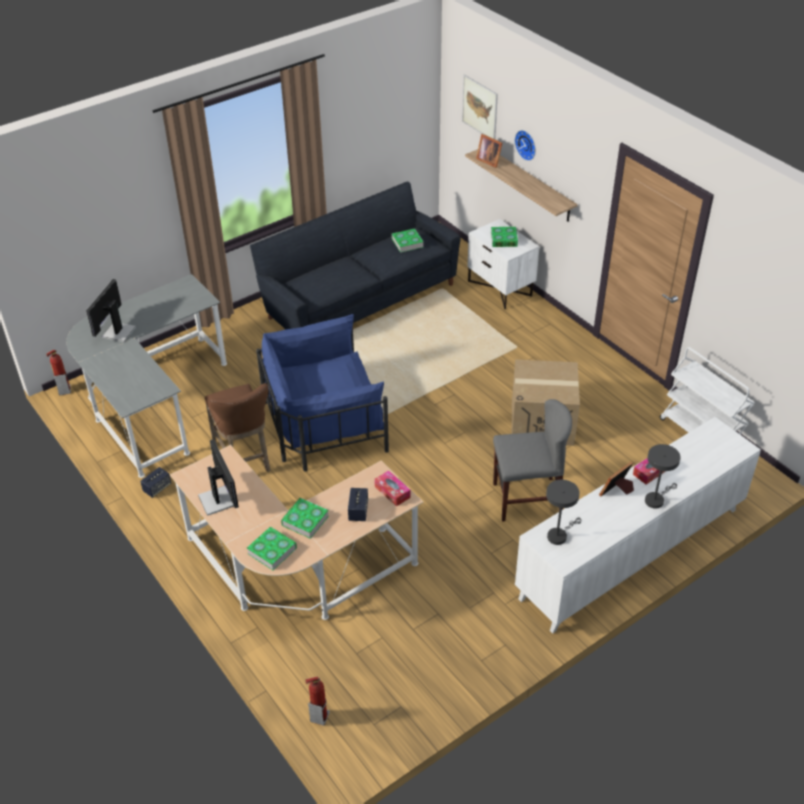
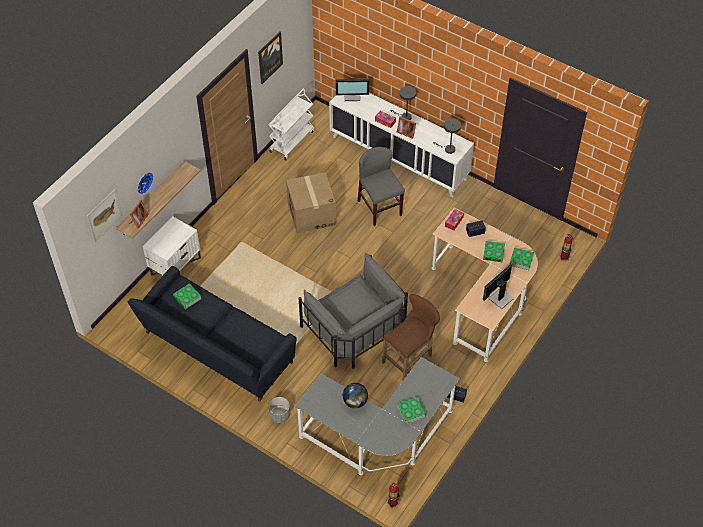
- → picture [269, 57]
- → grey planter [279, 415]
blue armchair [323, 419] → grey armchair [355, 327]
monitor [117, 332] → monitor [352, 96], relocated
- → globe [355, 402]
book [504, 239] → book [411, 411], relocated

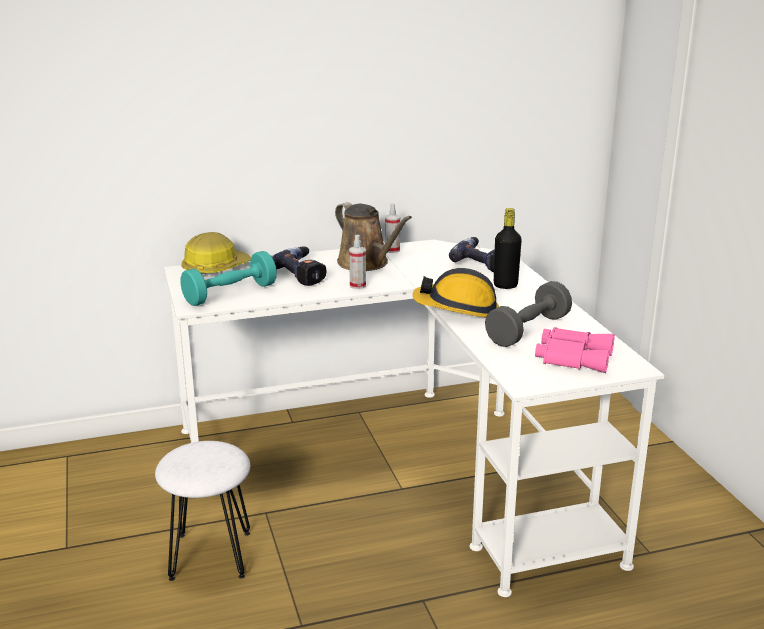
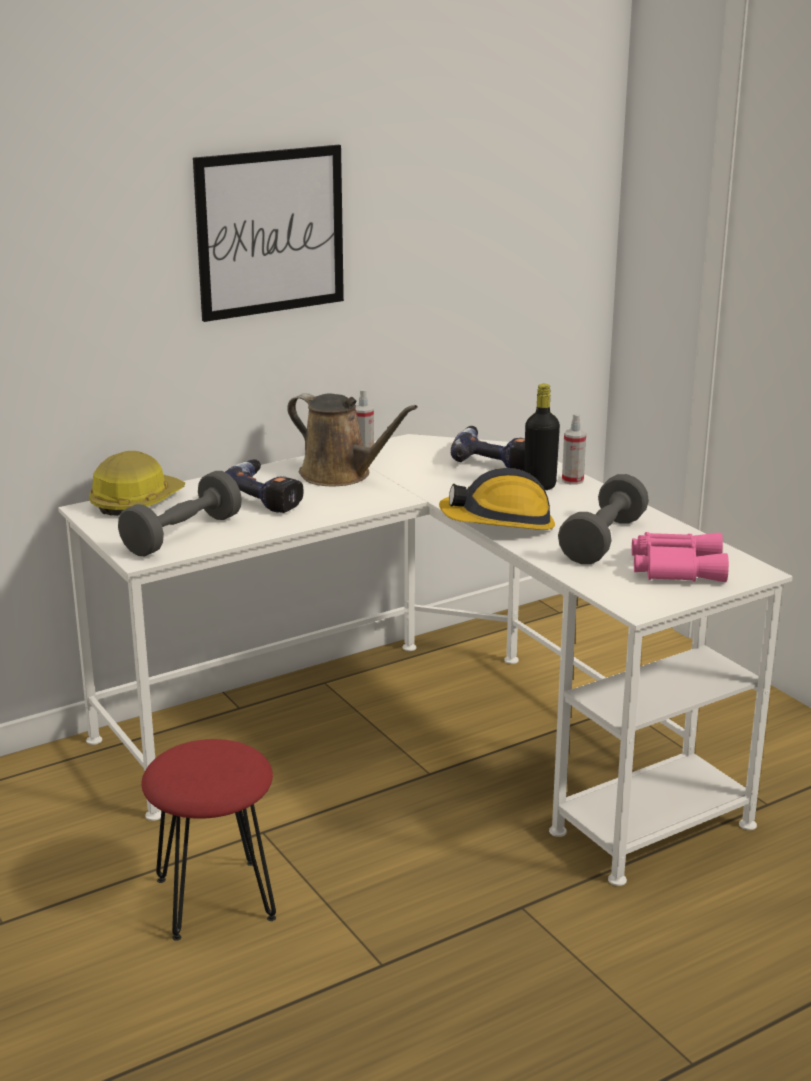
turquoise dumbbell [230, 294] → grey dumbbell [182, 535]
white stool [211, 554] → red stool [215, 898]
- → picture [270, 232]
spray bottle [357, 285] → spray bottle [572, 480], relocated

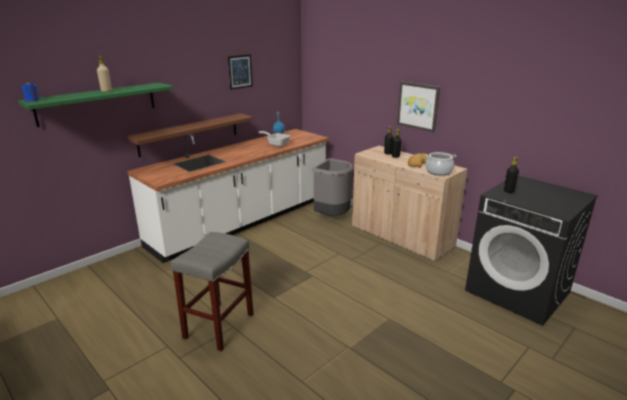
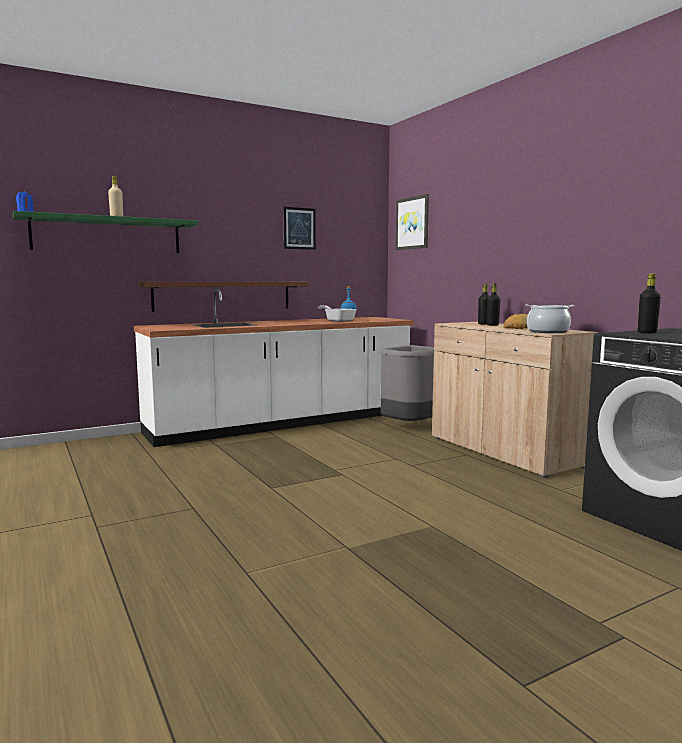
picture [418, 106] → picture [412, 223], relocated
grey stool [219, 325] → -

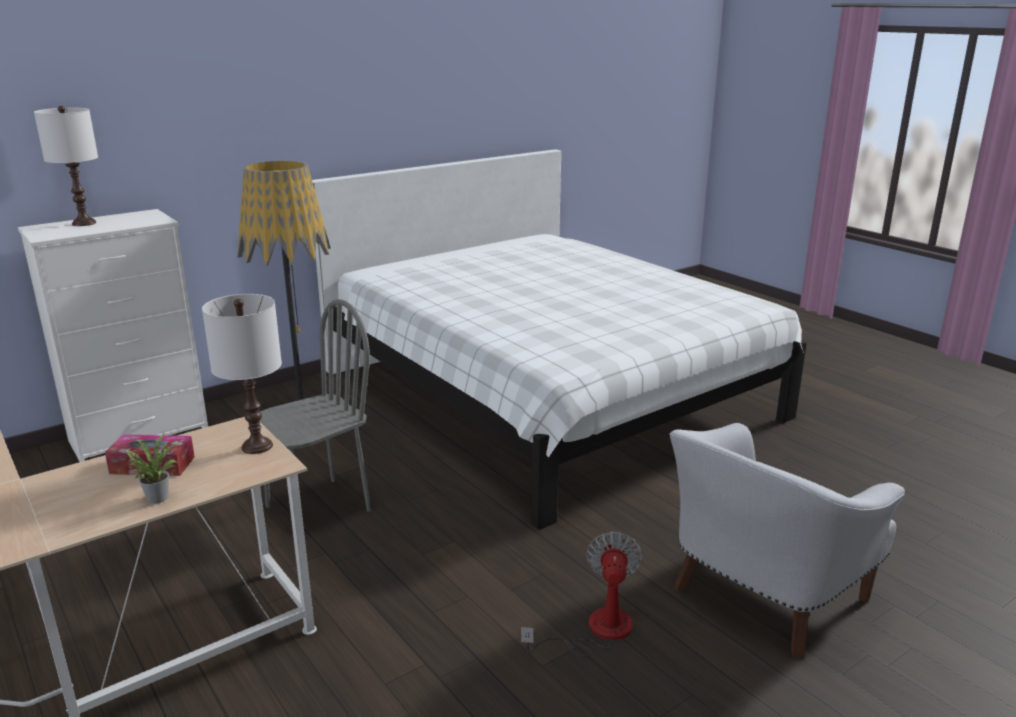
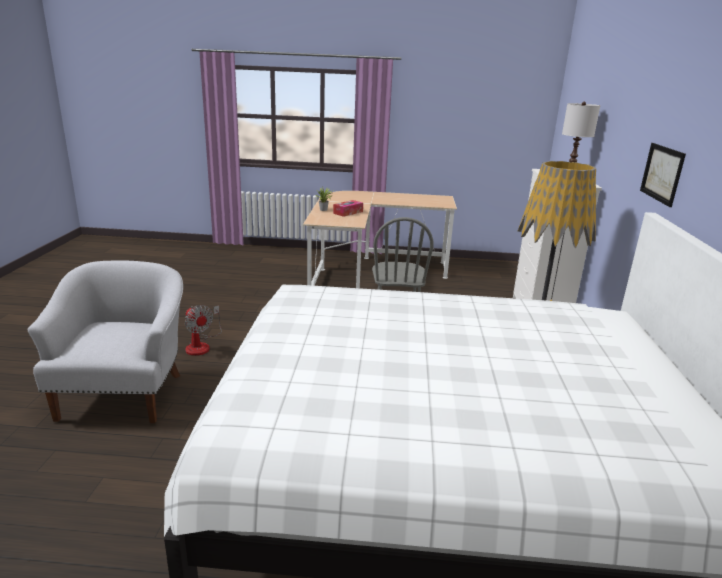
- → picture [662, 173]
white table lamp [257, 446] → -

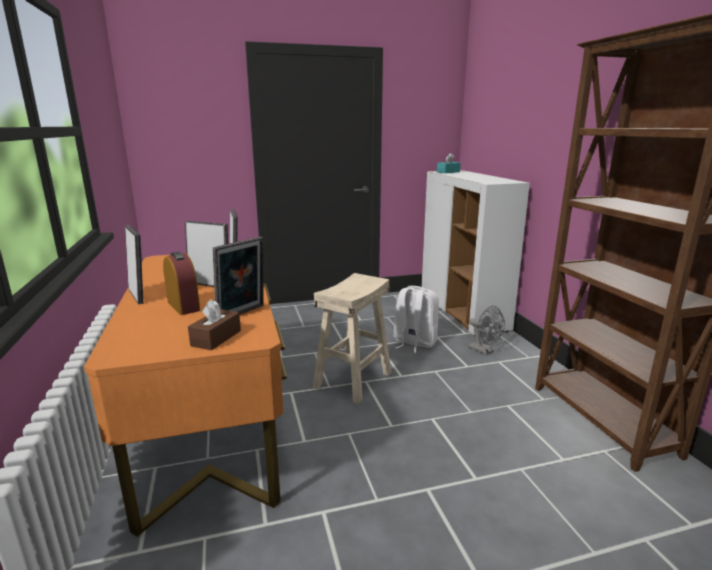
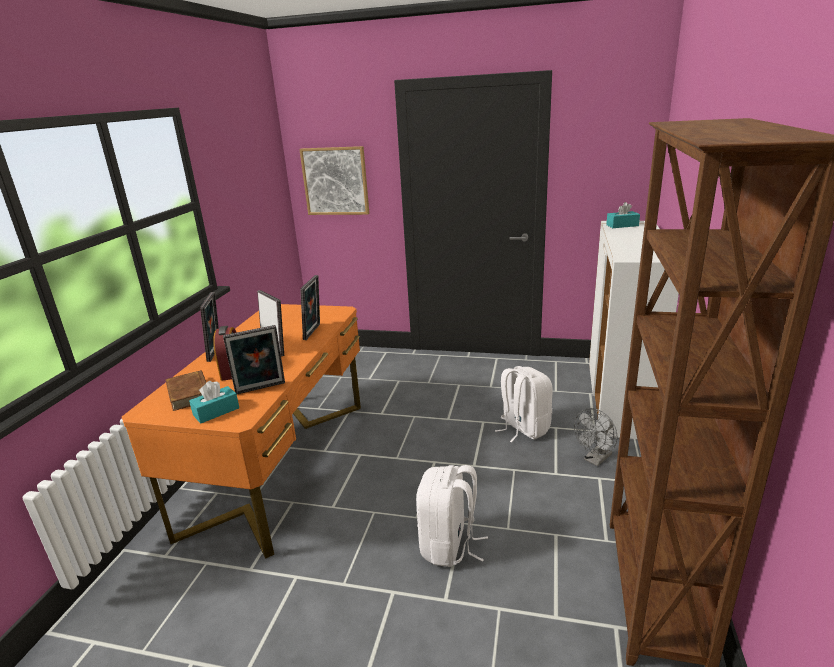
- → brown book [189, 393]
brown tissue box [216, 338] → turquoise tissue box [216, 411]
- → picture [335, 181]
- → white backpack [449, 546]
grey fan [484, 351] → grey fan [595, 459], 60 degrees clockwise
beige stool [353, 380] → -

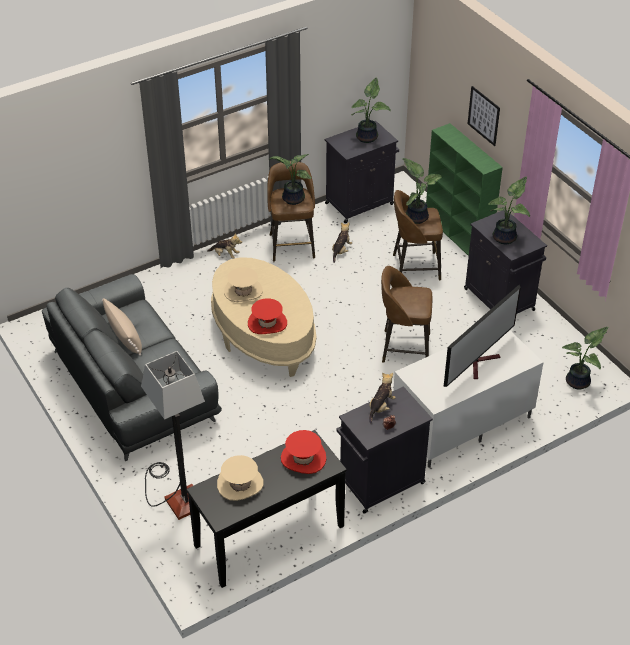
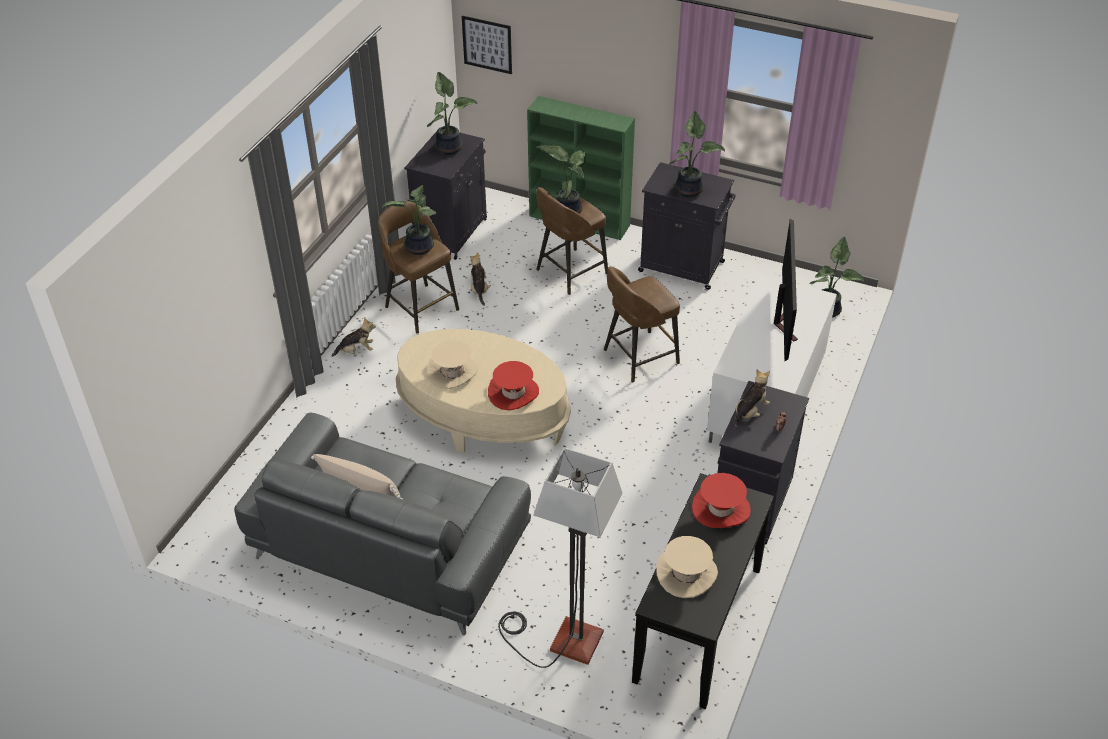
picture [483, 115] → picture [487, 44], relocated
plush toy [381, 407] → plush toy [750, 412], 45 degrees clockwise

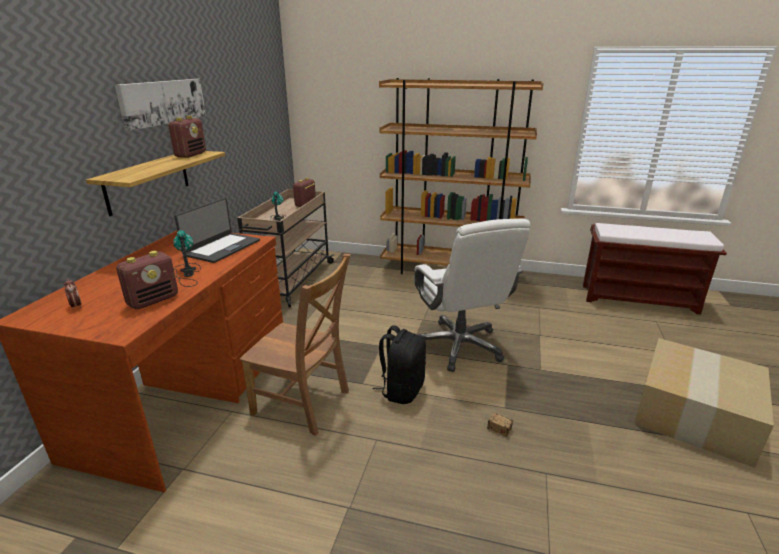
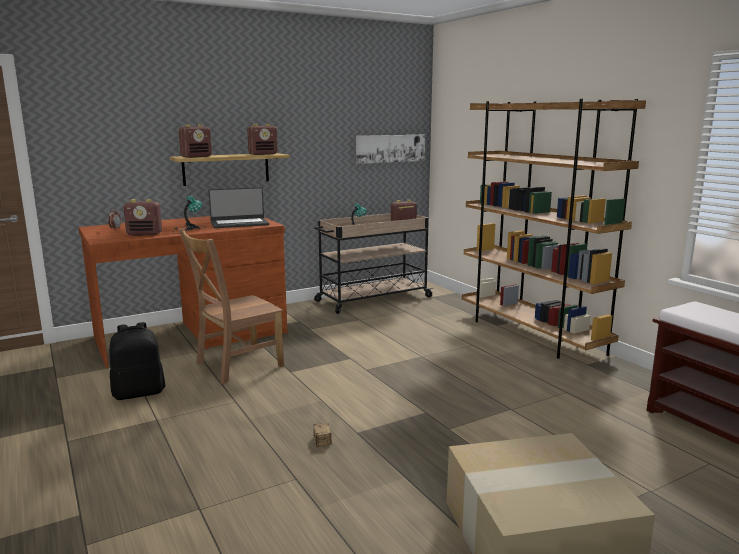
black backpack [402, 390] → black backpack [139, 393], relocated
- → radio [196, 157]
brown chair [304, 404] → brown chair [236, 365], 75 degrees clockwise
picture [163, 102] → picture [390, 148], relocated
white office chair [460, 346] → -

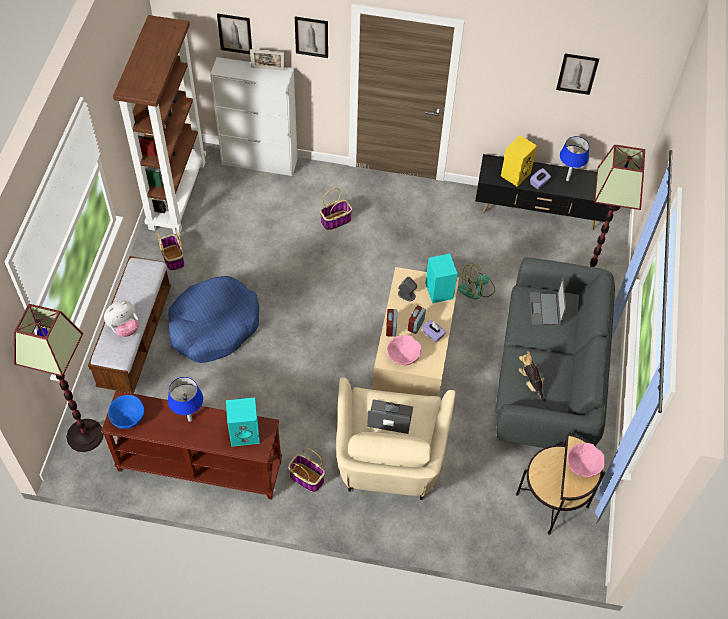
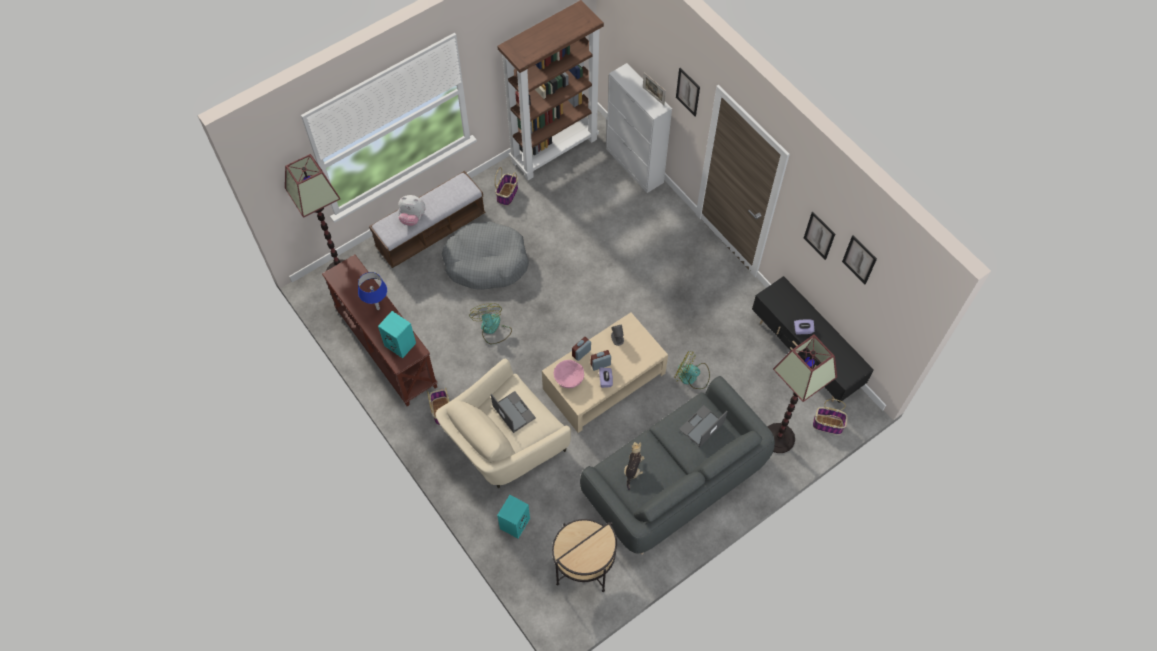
blue dog bed [214, 326] → grey dog bed [486, 262]
- → fan [492, 329]
turquoise speaker [438, 290] → turquoise speaker [514, 522], relocated
picture [235, 33] → picture [819, 235], relocated
basket [336, 220] → basket [828, 424], relocated
blue bowl [127, 418] → -
yellow speaker [515, 174] → -
blue table lamp [567, 179] → -
pink bowl [583, 466] → -

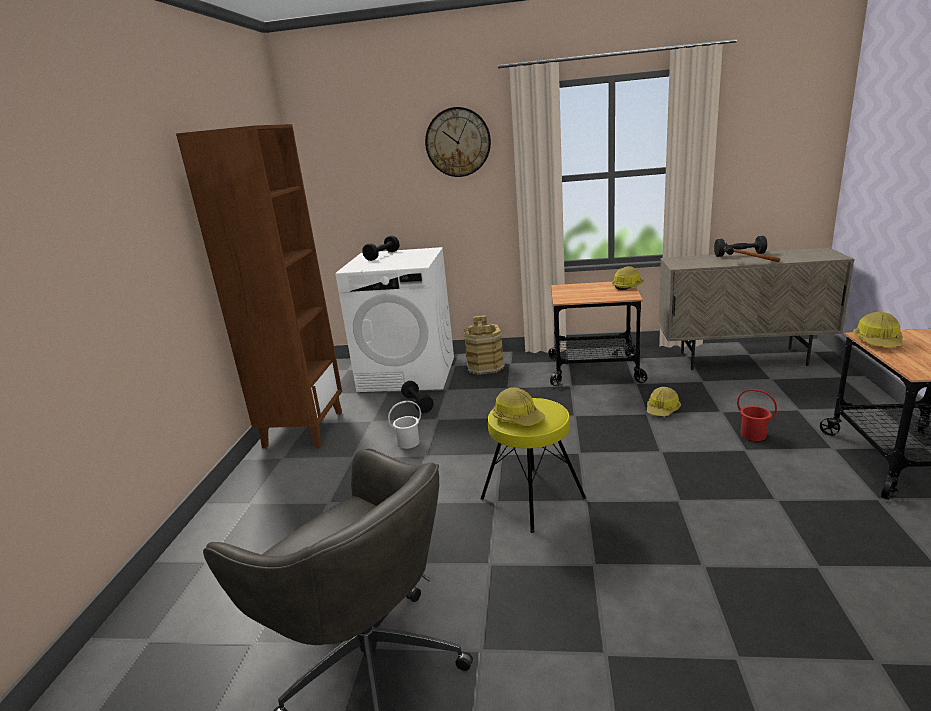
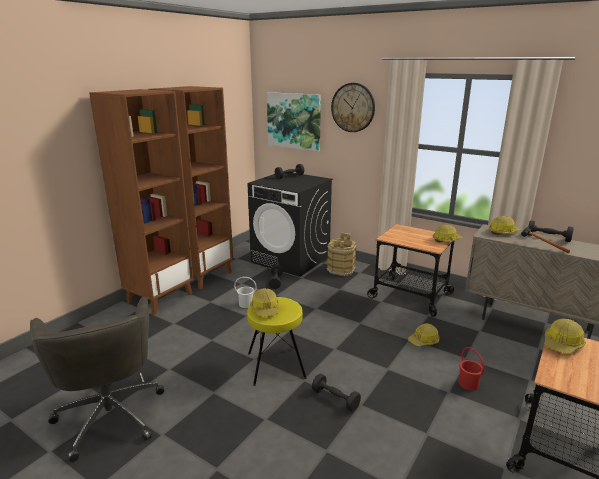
- → brown bookcase [160, 298]
white washing machine [408, 373] → black washing machine [291, 259]
- → picture [294, 121]
- → black dumbbell [335, 399]
- → hard hat [503, 232]

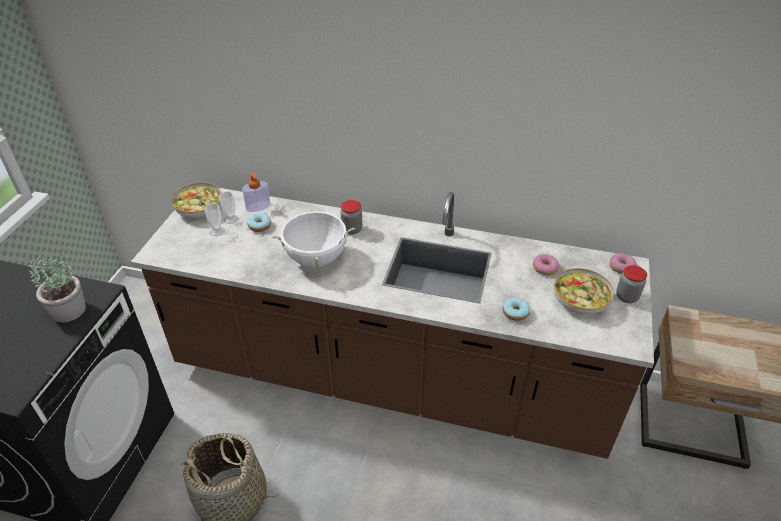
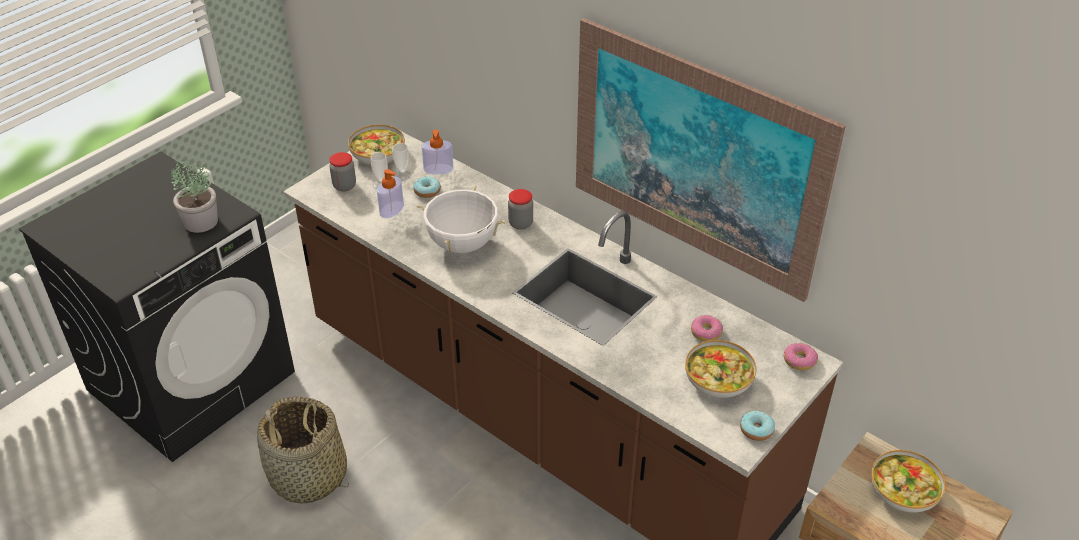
jar [626, 297] → jar [344, 186], relocated
- → soap dispenser [391, 209]
- → picture [695, 158]
donut [515, 312] → donut [756, 430], relocated
- → bowl [904, 491]

